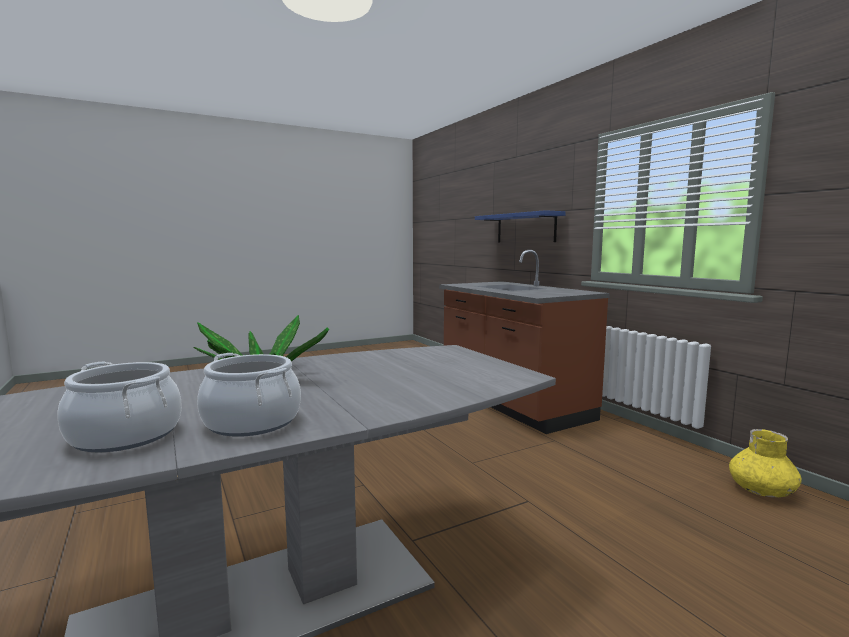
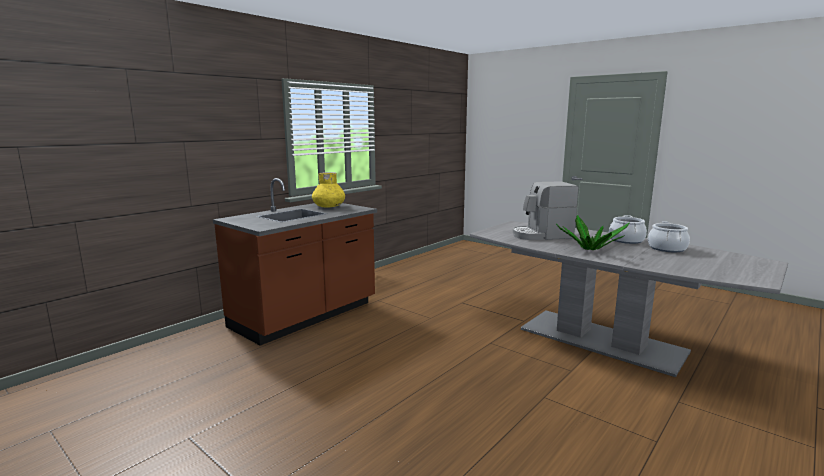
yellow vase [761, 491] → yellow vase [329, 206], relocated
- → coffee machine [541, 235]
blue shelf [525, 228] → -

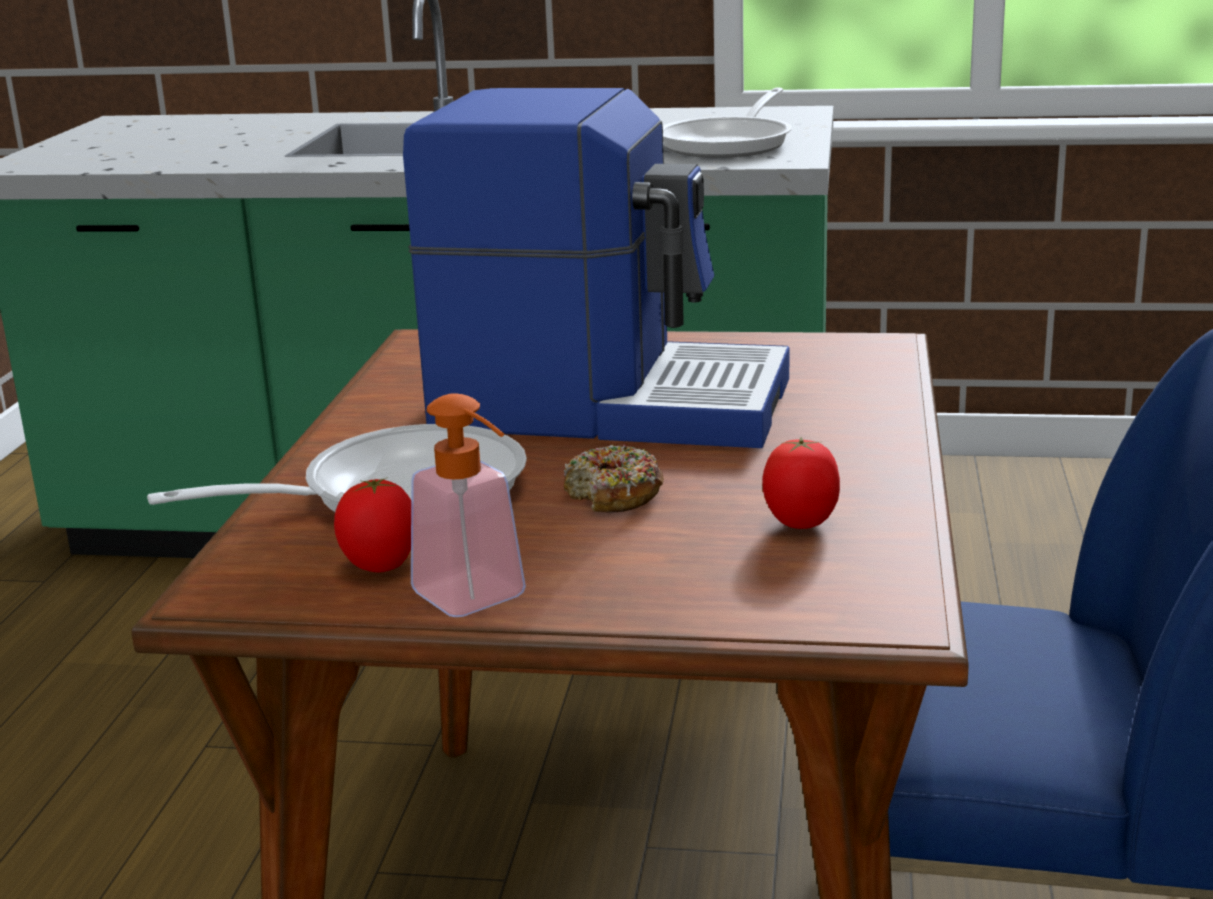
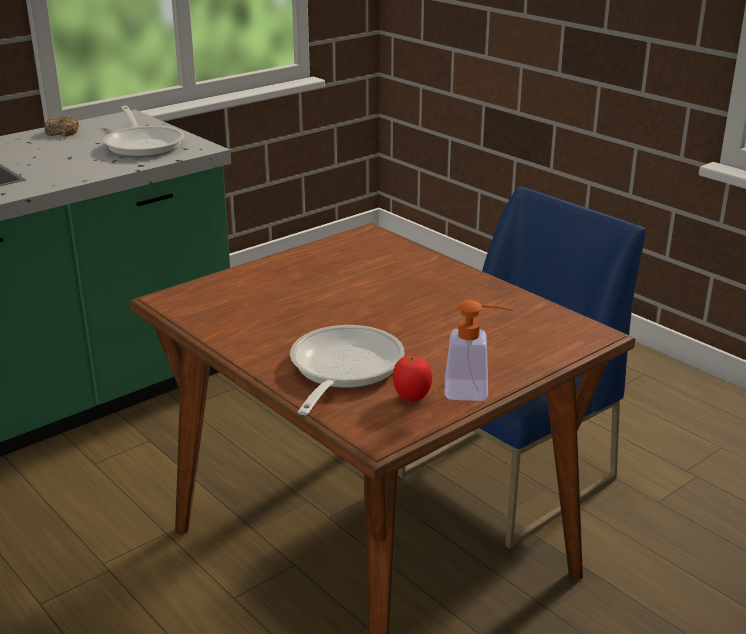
donut [614, 495] → donut [62, 132], relocated
coffee machine [609, 402] → -
tomato [801, 524] → -

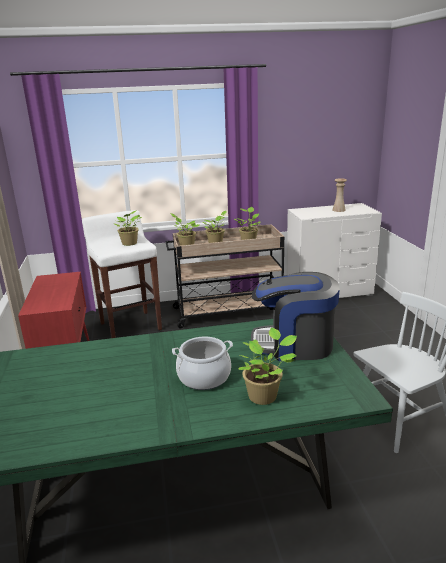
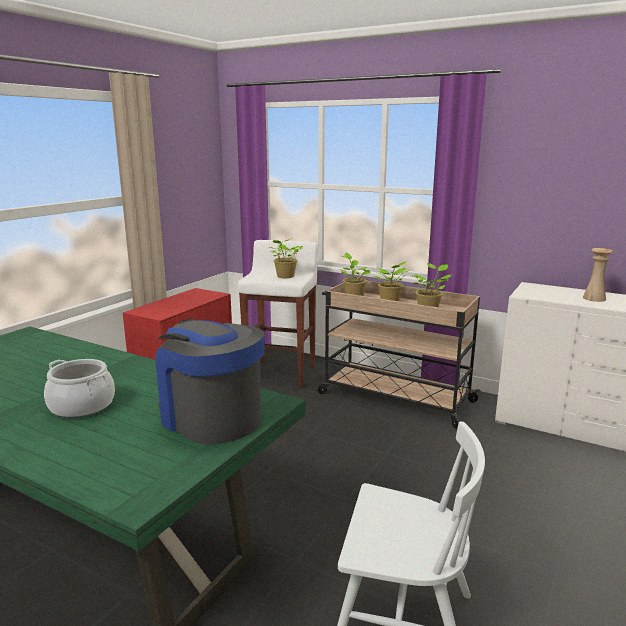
potted plant [265, 396] → -

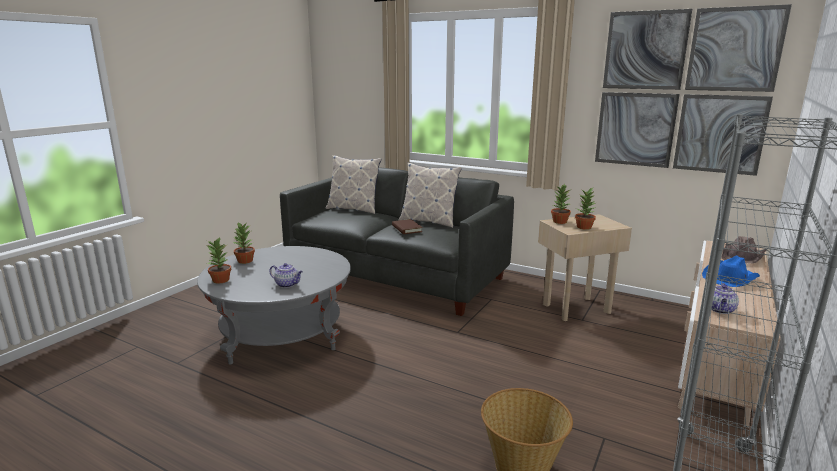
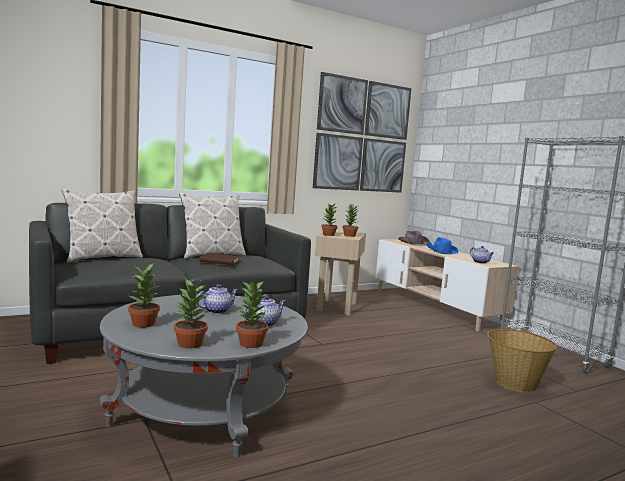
- → teapot [217, 311]
- → potted plant [250, 344]

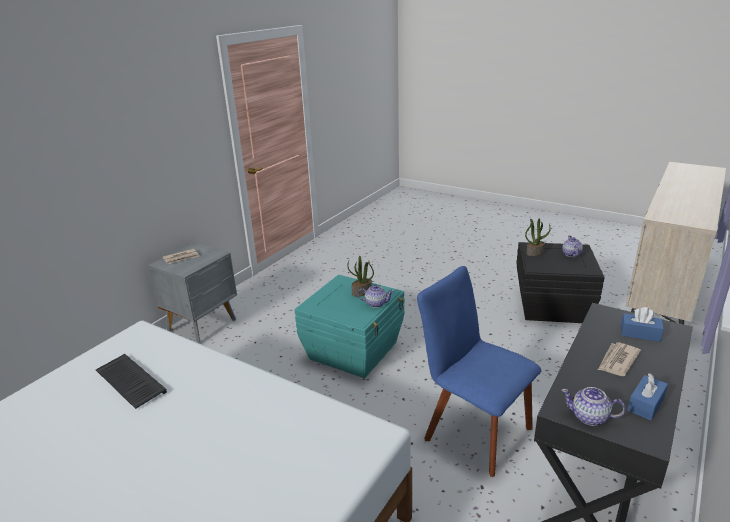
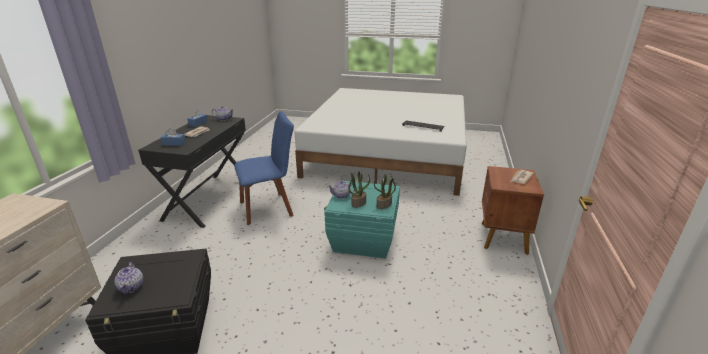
blue chair [473, 430] → blue chair [269, 208], 45 degrees counterclockwise
potted plant [534, 252] → potted plant [384, 205], relocated
grey nightstand [203, 325] → brown nightstand [502, 238]

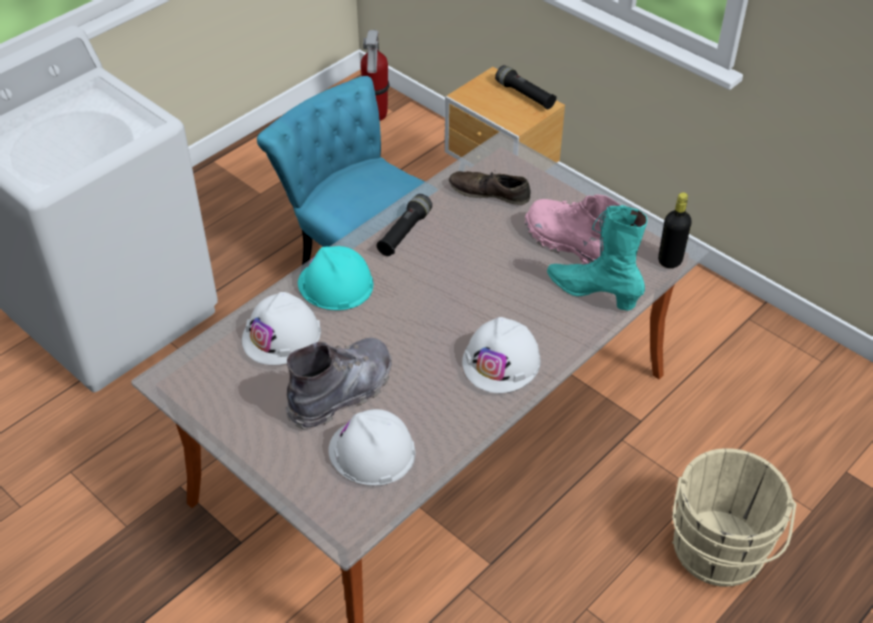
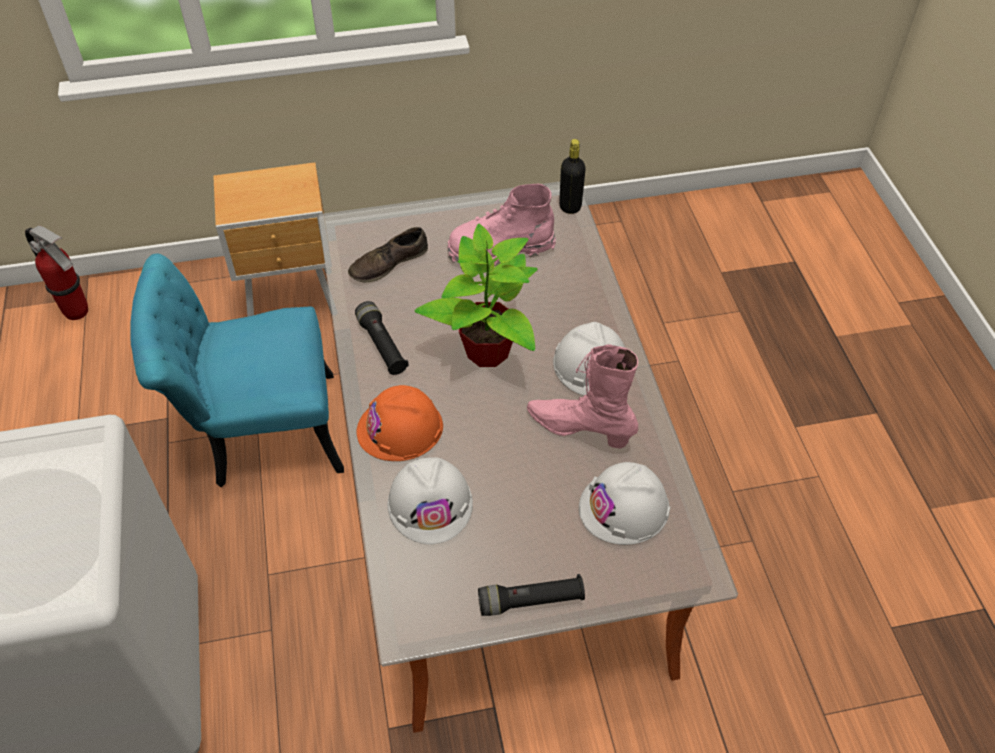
turquoise hard hat [335, 284] → orange hard hat [400, 428]
- → potted plant [487, 352]
black flashlight [525, 95] → black flashlight [531, 601], relocated
- → pink boot [580, 429]
grey boot [342, 392] → -
turquoise boot [593, 293] → -
beige bucket [717, 554] → -

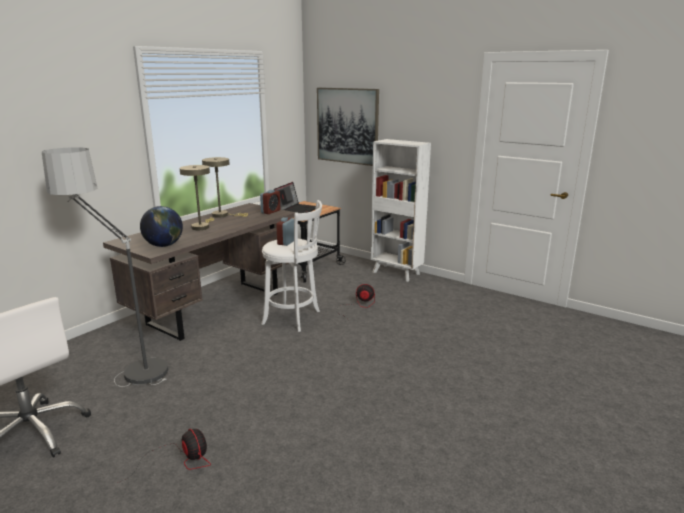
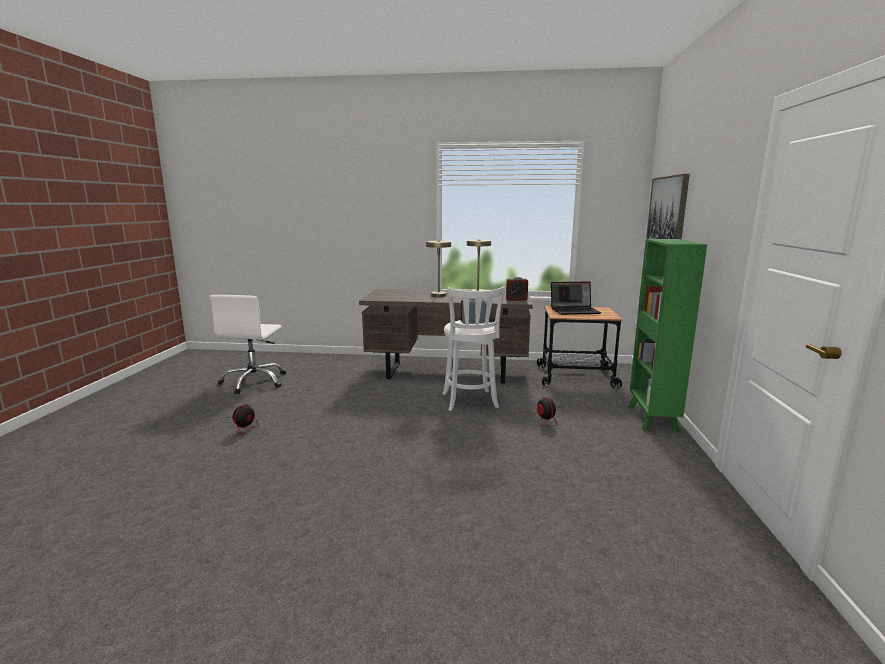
white bookcase [396, 273] → green bookcase [652, 419]
floor lamp [123, 365] → -
globe [164, 246] → -

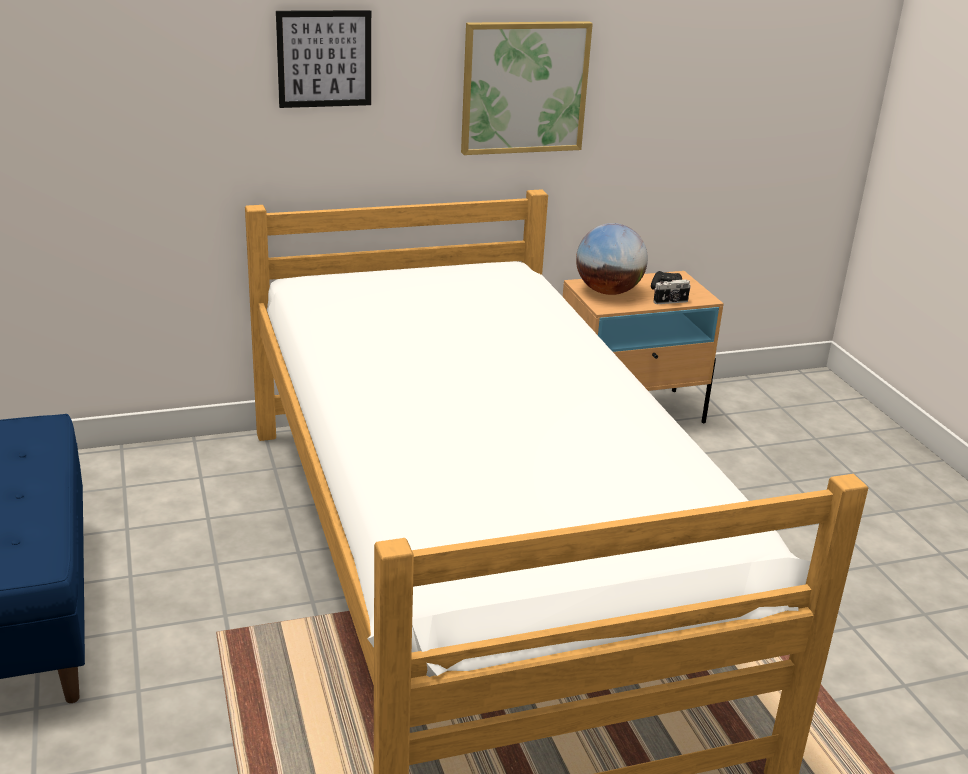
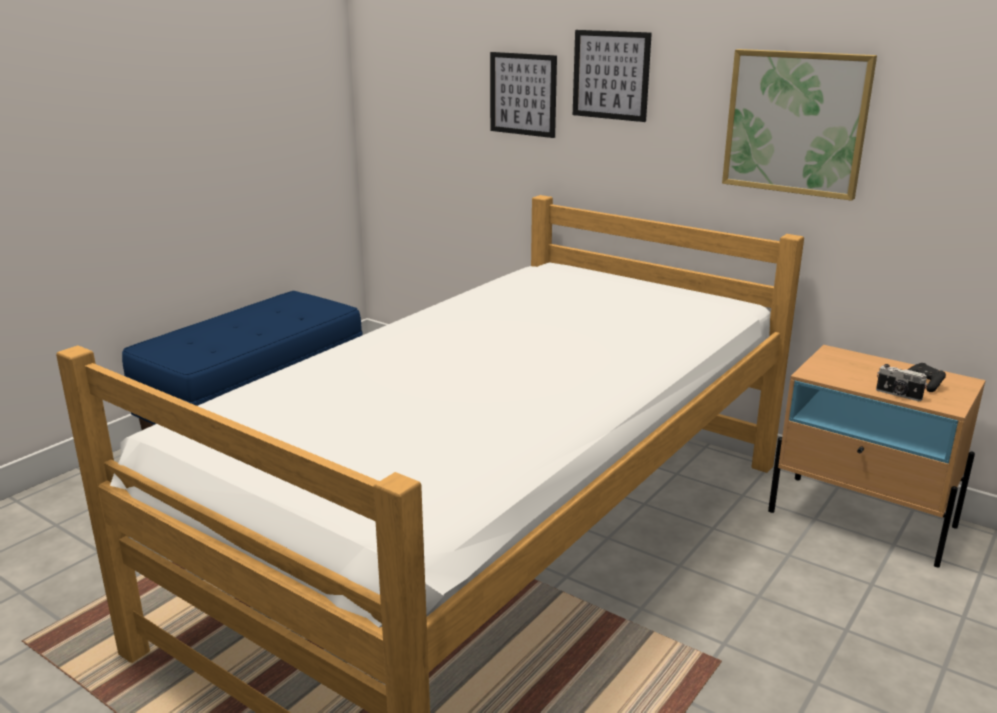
- → picture [523, 94]
globe [608, 291] → -

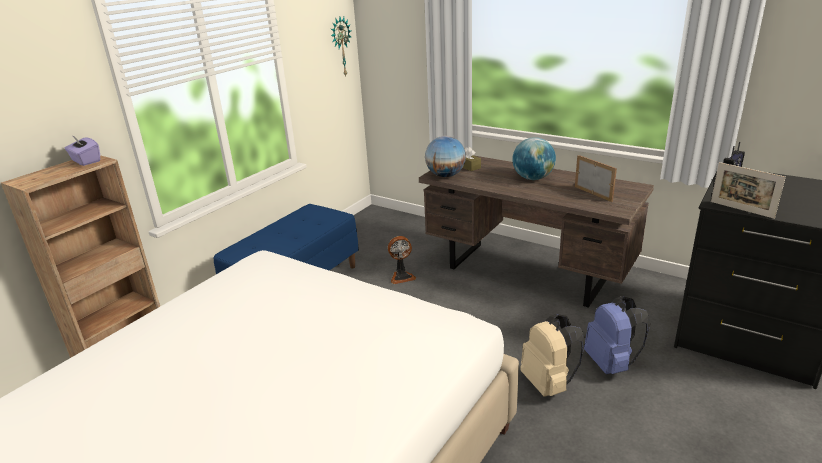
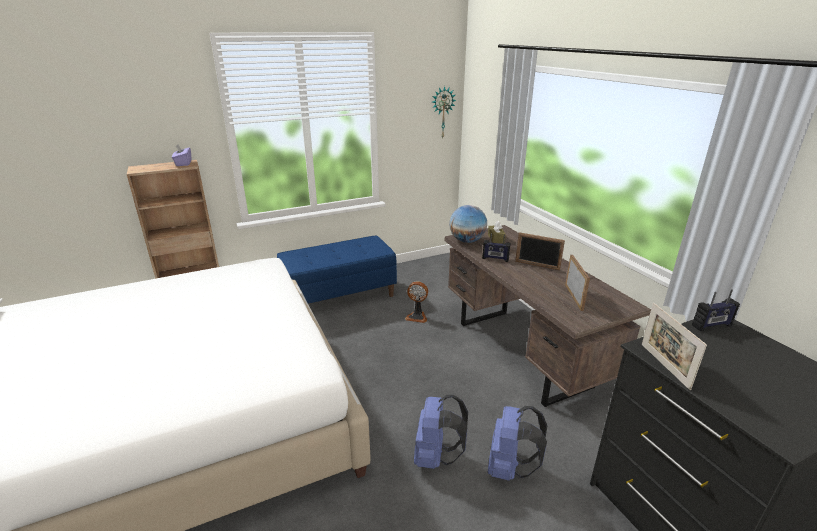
beige backpack [549, 384] → blue backpack [436, 456]
- → radio [495, 259]
globe [533, 178] → picture frame [537, 265]

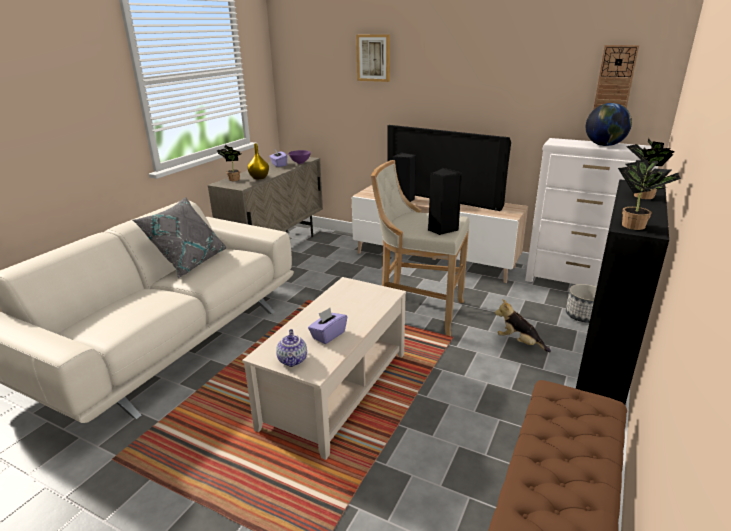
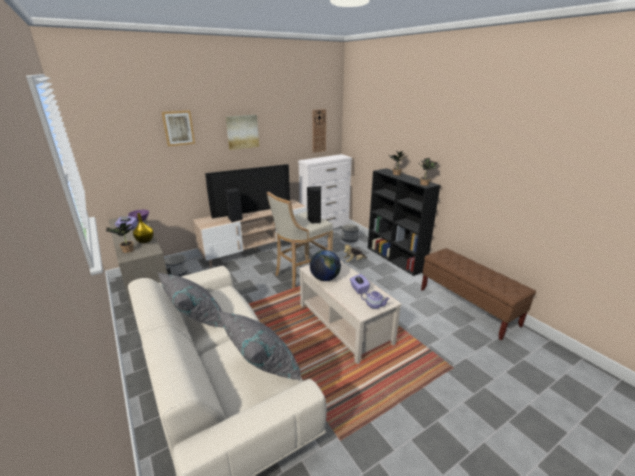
- → planter [178, 273]
- → grey pillow [262, 367]
- → picture [242, 132]
globe [604, 145] → globe [325, 278], relocated

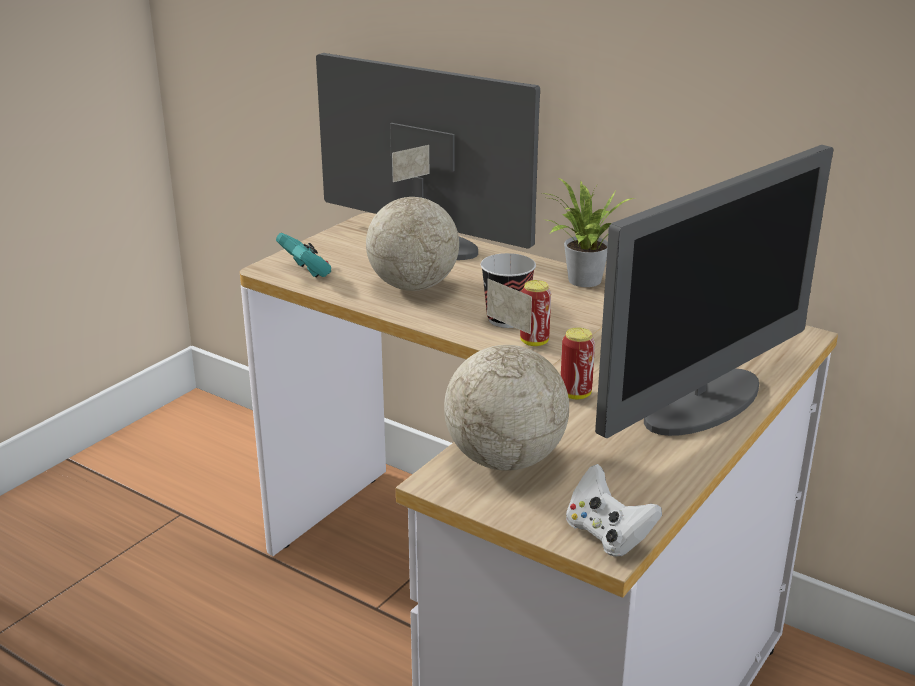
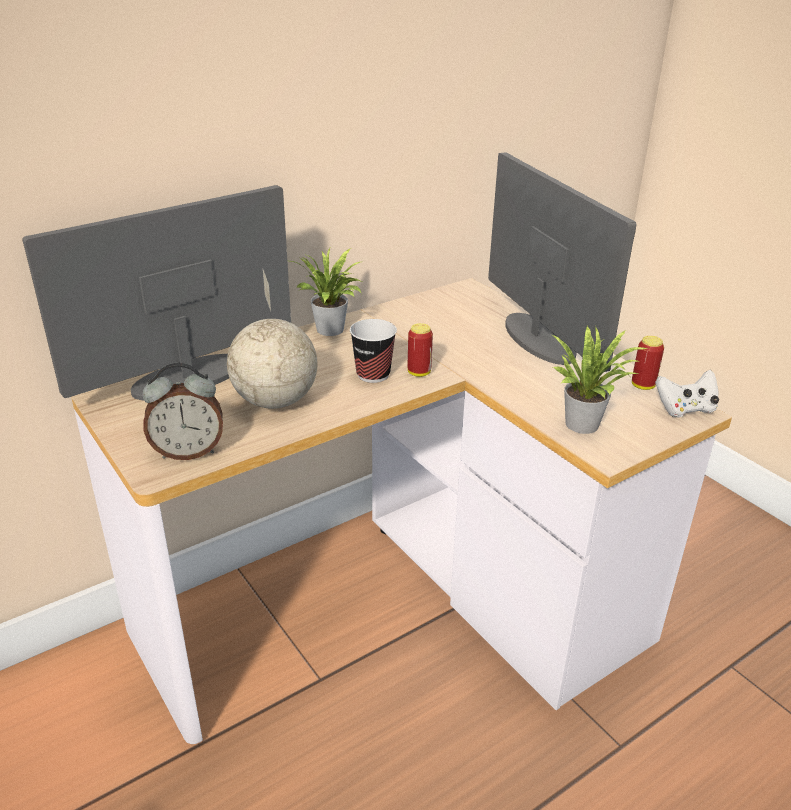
turquoise game controller [306, 272] → alarm clock [188, 452]
globe [505, 459] → potted plant [586, 423]
can [575, 394] → can [643, 386], relocated

